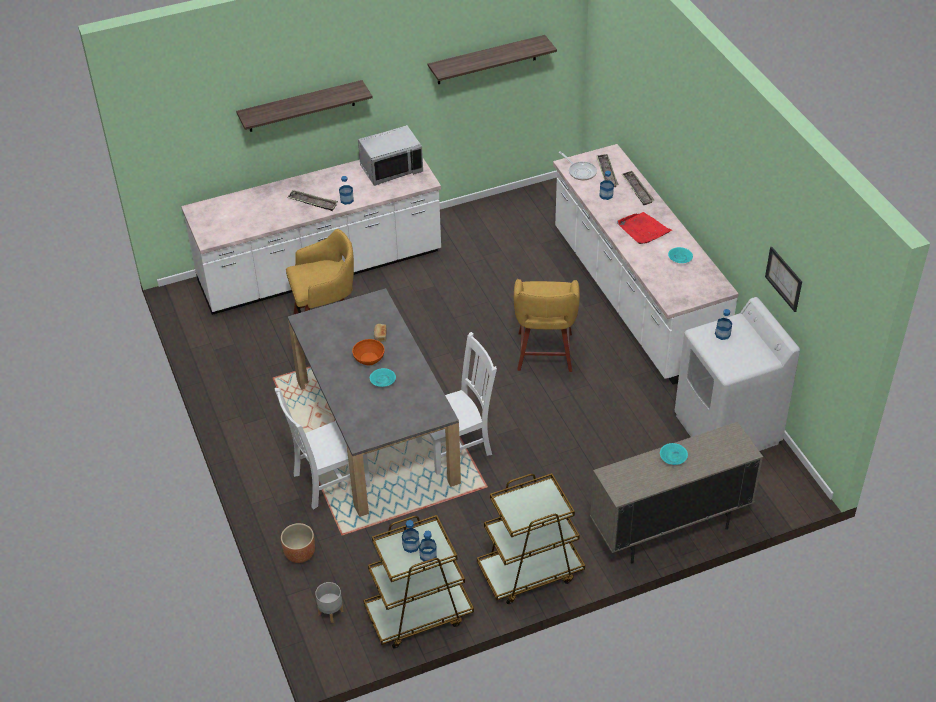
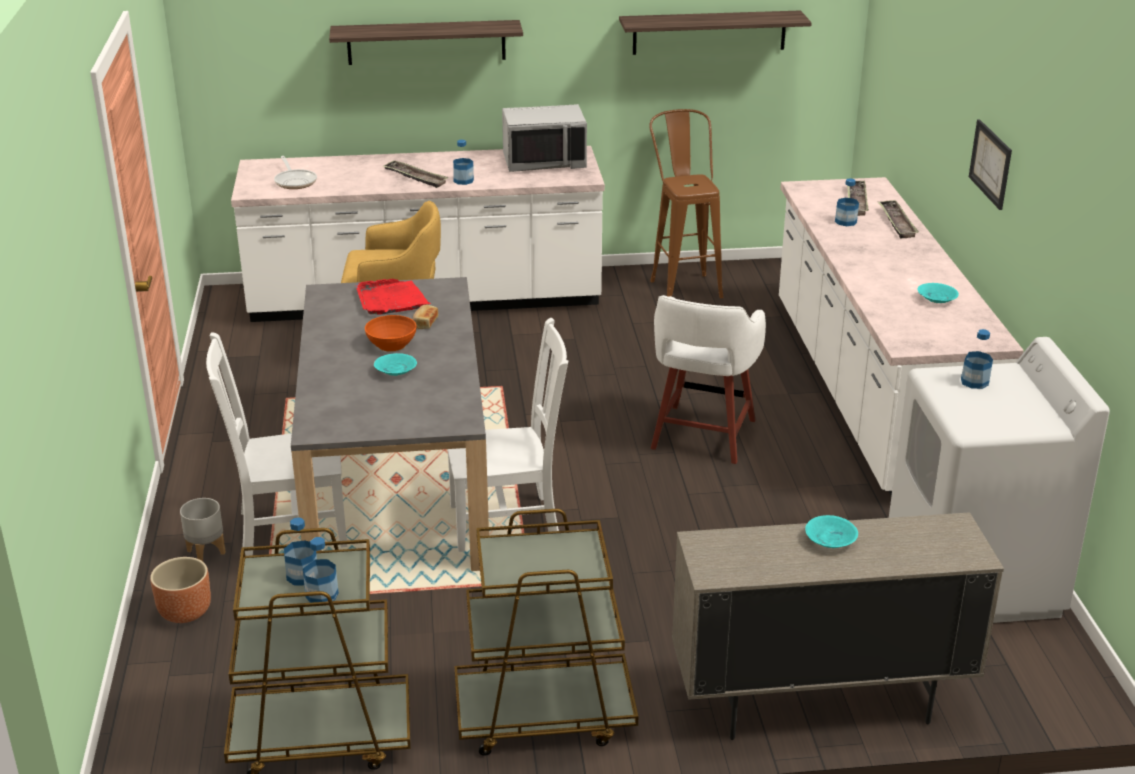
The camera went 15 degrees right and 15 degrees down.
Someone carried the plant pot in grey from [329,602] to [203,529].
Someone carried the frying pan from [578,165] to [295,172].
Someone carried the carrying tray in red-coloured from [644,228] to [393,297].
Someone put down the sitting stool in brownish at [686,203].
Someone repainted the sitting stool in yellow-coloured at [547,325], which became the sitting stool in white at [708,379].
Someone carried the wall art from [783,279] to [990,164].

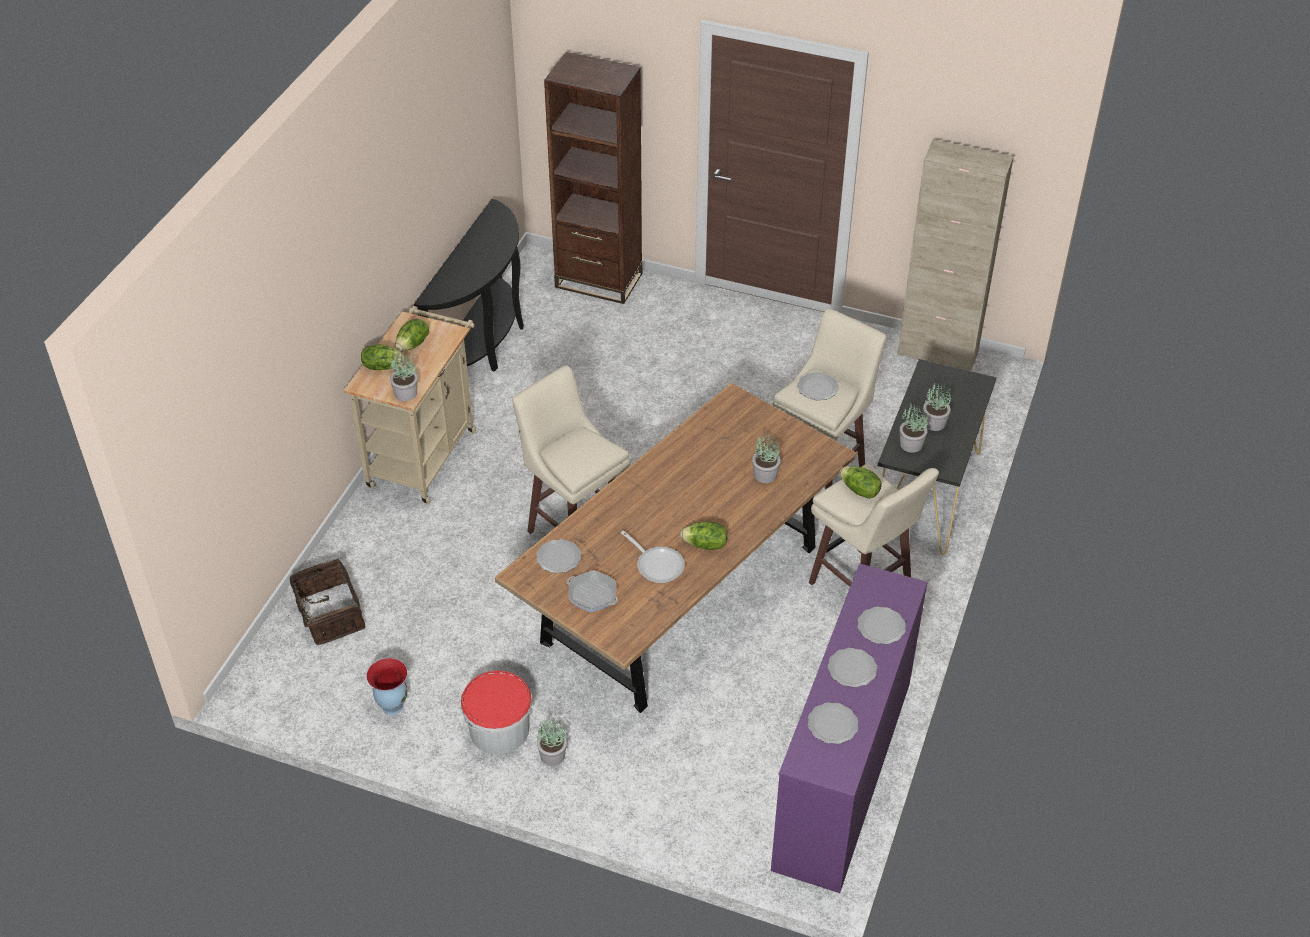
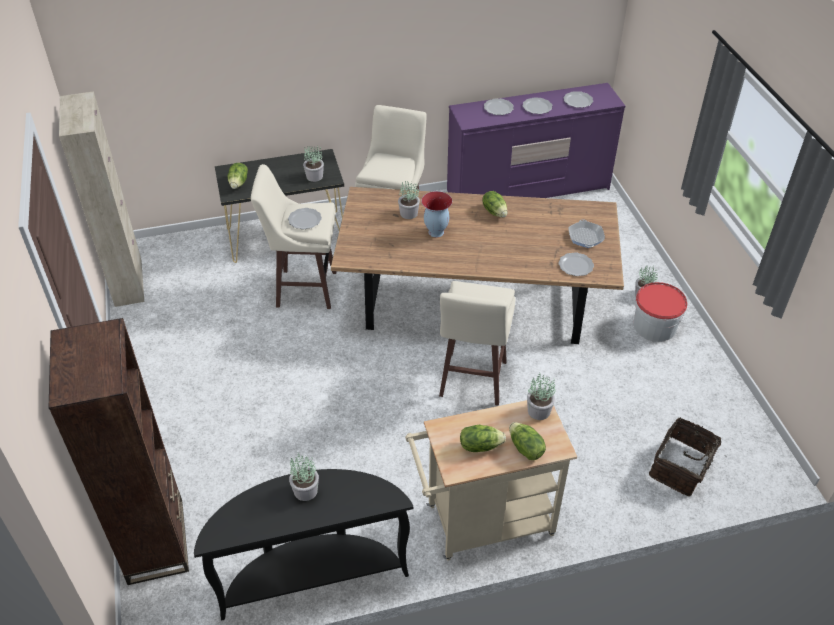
The camera went 125 degrees left and 0 degrees up.
Someone carried the head of lettuce from [860,482] to [238,176].
Someone carried the houseplant from [937,407] to [304,476].
Someone carried the decorative vase from [386,686] to [436,214].
Someone took away the frying pan at [653,557].

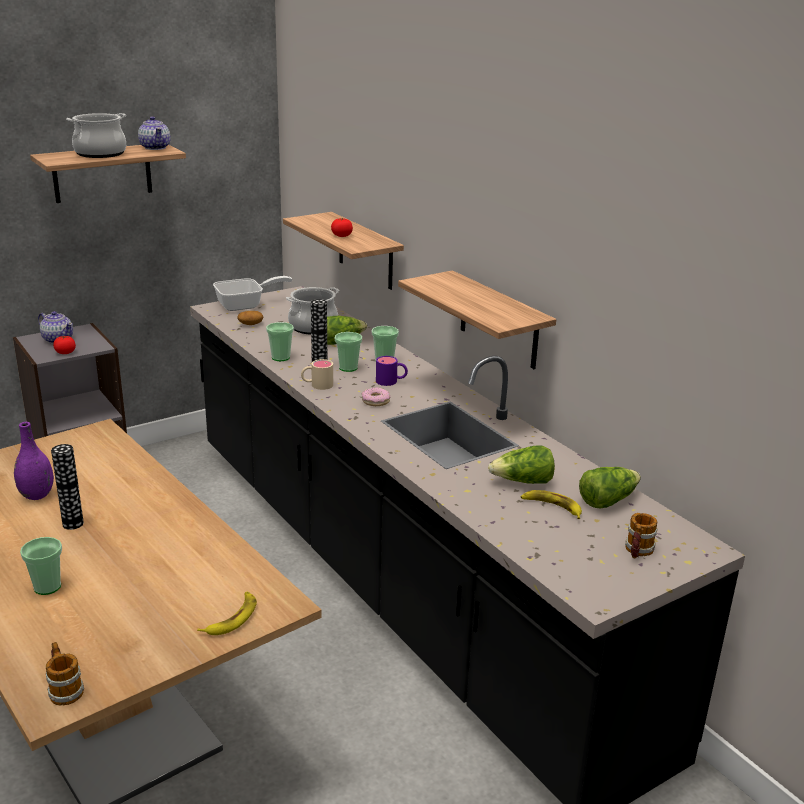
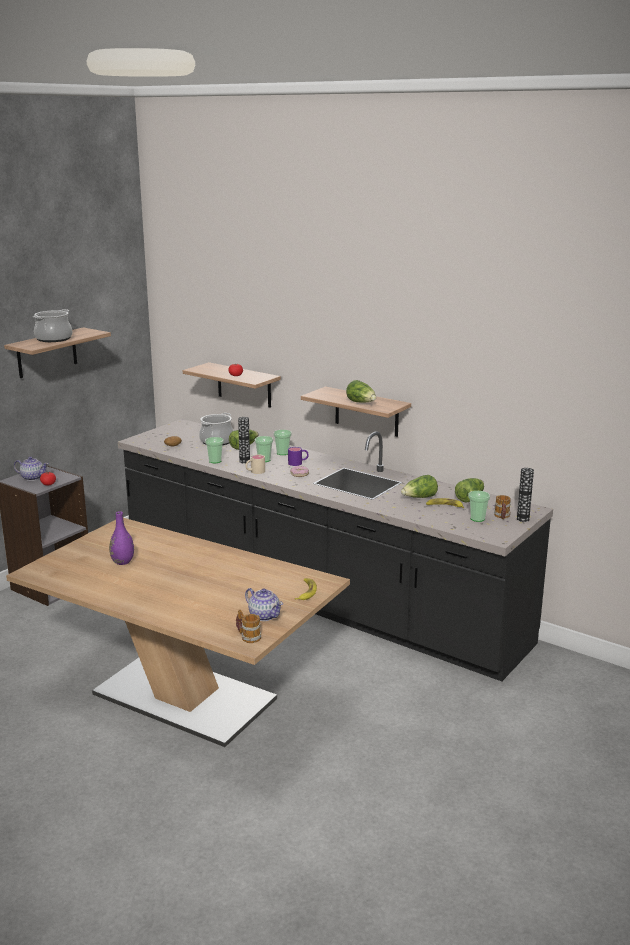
The camera went 20 degrees left and 5 degrees down.
Someone carried the teapot from [154,133] to [264,604].
Someone put down the head of lettuce at [361,391].
Someone carried the cup from [41,566] to [479,506].
Someone carried the decorative vase from [67,487] to [525,495].
Someone took away the frying pan at [252,293].

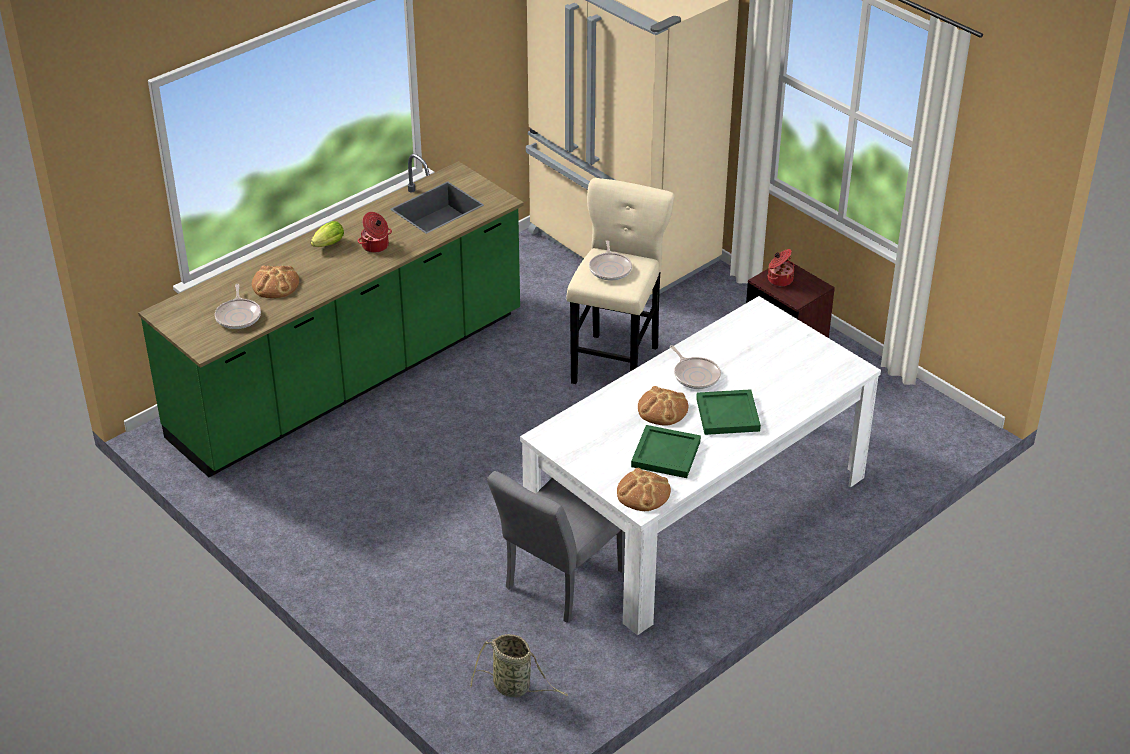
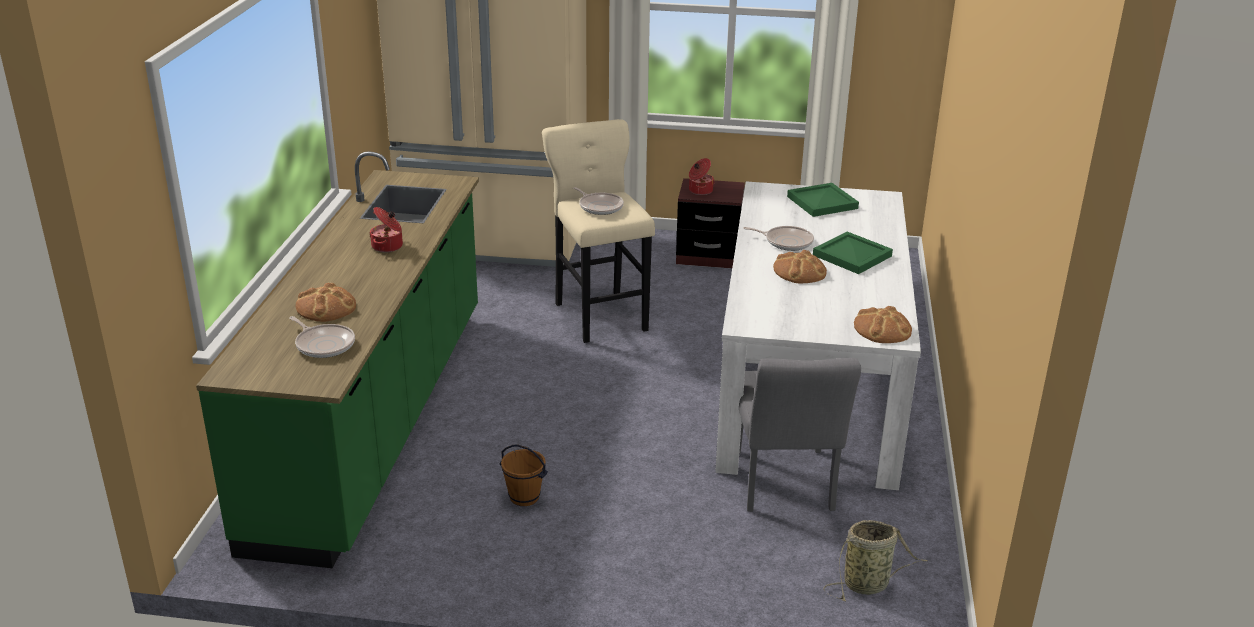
The camera went 40 degrees left and 10 degrees down.
Someone put down the water bucket in brownish at [523,475].
Someone carried the carrying tray in greenish from [666,451] to [823,200].
Someone took away the head of lettuce at [327,234].

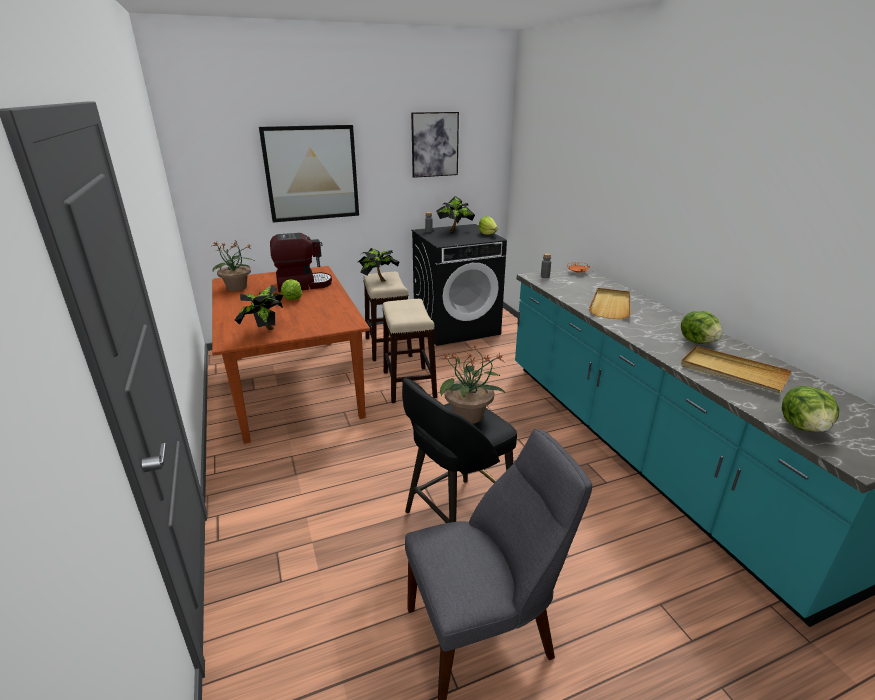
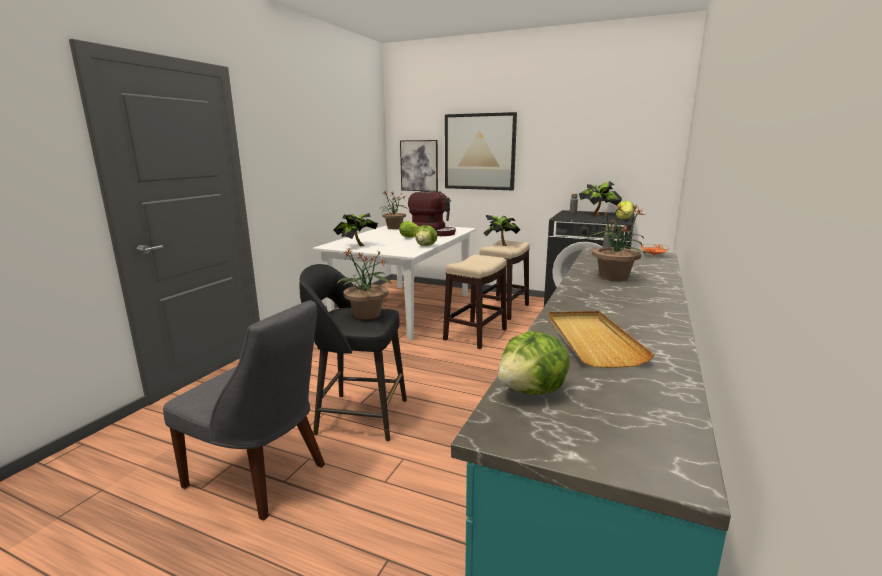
The camera went 45 degrees right and 10 degrees down.
Someone repainted the dining table in brownish at [291,355], which became the dining table in white at [394,283].
Someone carried the wall art from [435,145] to [419,165].
Someone carried the head of lettuce from [702,327] to [426,235].
Someone swapped the carrying tray in beige at [610,303] for the houseplant at [617,242].

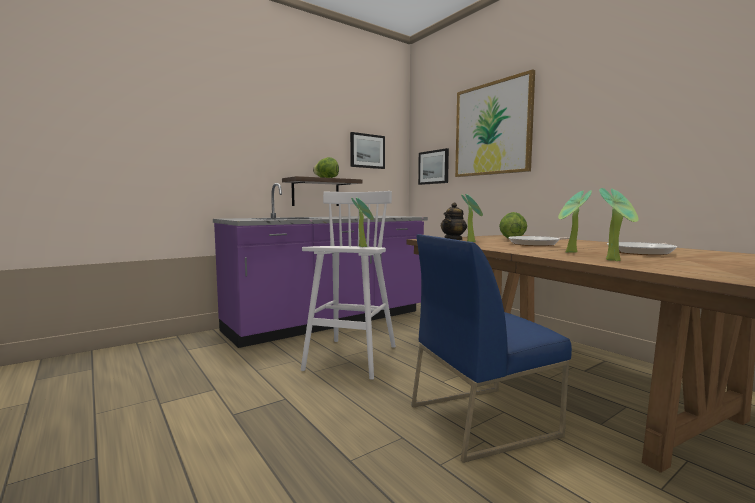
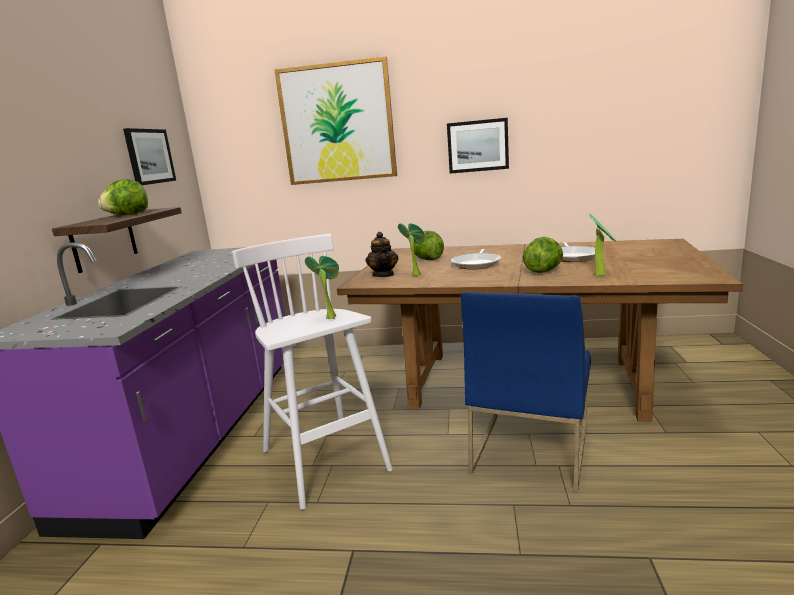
The camera went 45 degrees left and 10 degrees up.
Someone carried the wall art from [433,166] to [478,146].
Someone swapped the houseplant at [575,221] for the head of lettuce at [543,255].

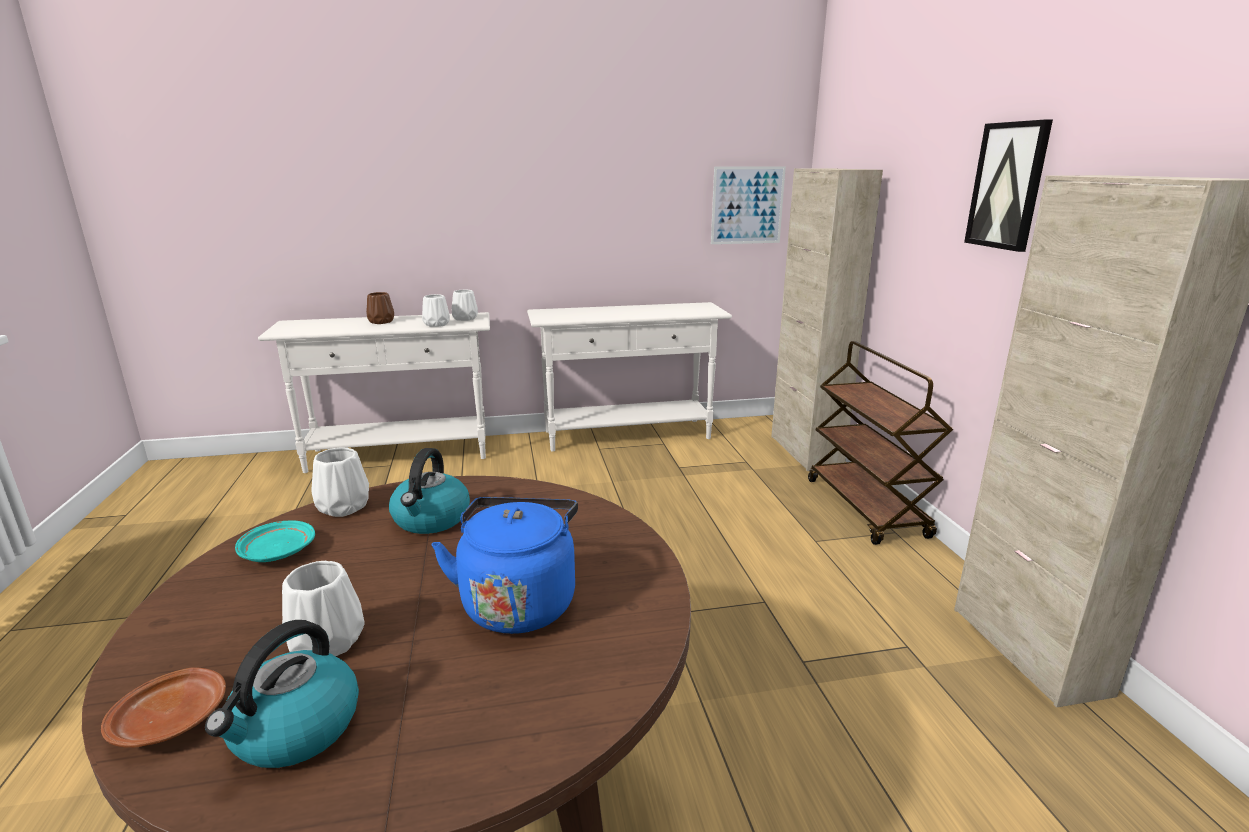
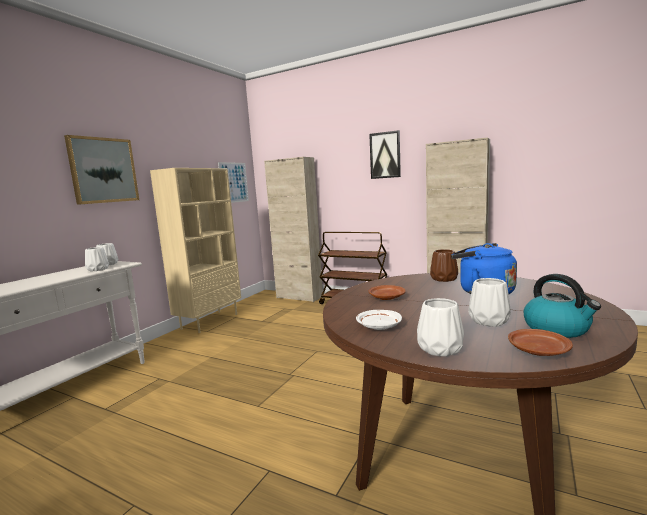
The camera went 50 degrees left and 10 degrees down.
Someone put up the wall art at [101,170].
Someone swapped the narrow table in white at [629,377] for the shelving unit in beige at [195,250].
Someone repainted the dinner plate in blue-green at [275,541], which became the dinner plate in white at [379,320].
Someone swapped the water kettle at [429,491] for the dinner plate in brownish at [387,292].
Someone carried the decorative vase in white from [340,482] to [440,327].
Someone carried the decorative vase in brownish from [380,308] to [444,265].

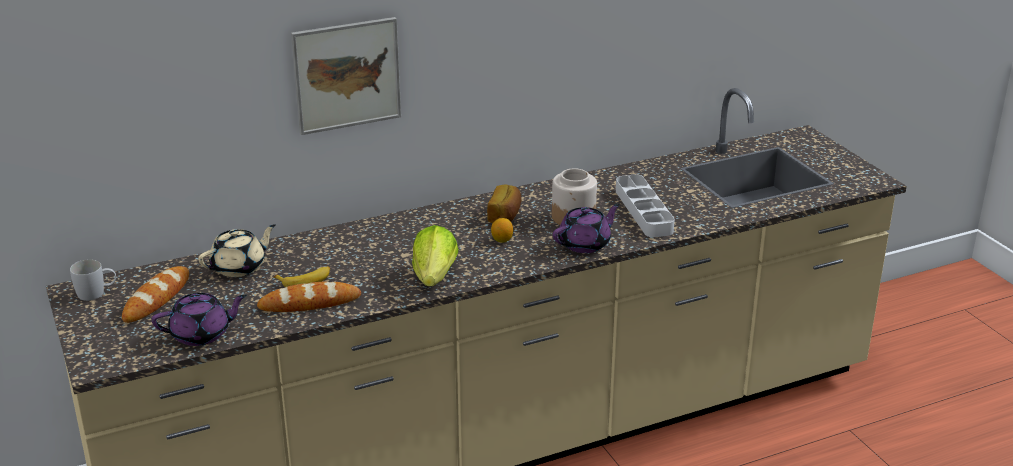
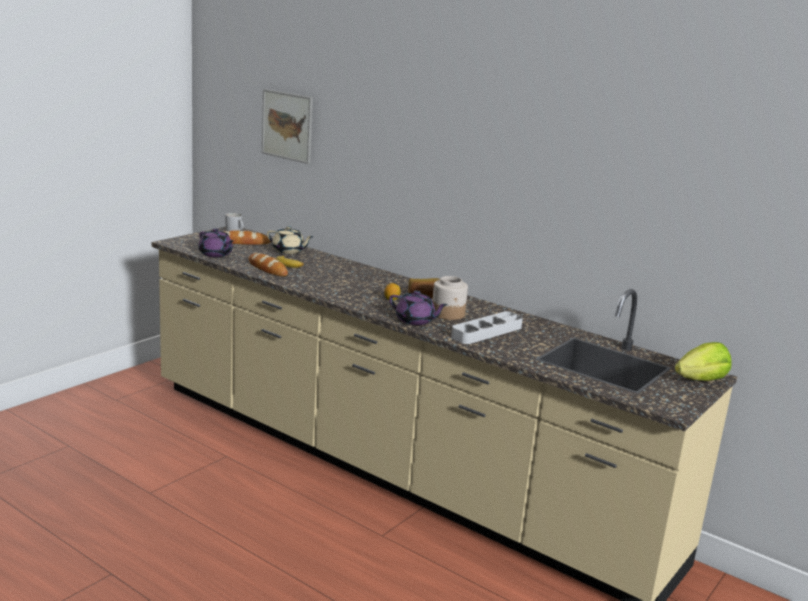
The camera went 60 degrees right and 10 degrees down.
Someone carried the wall art from [346,76] to [287,126].
Someone carried the head of lettuce from [435,255] to [703,361].

